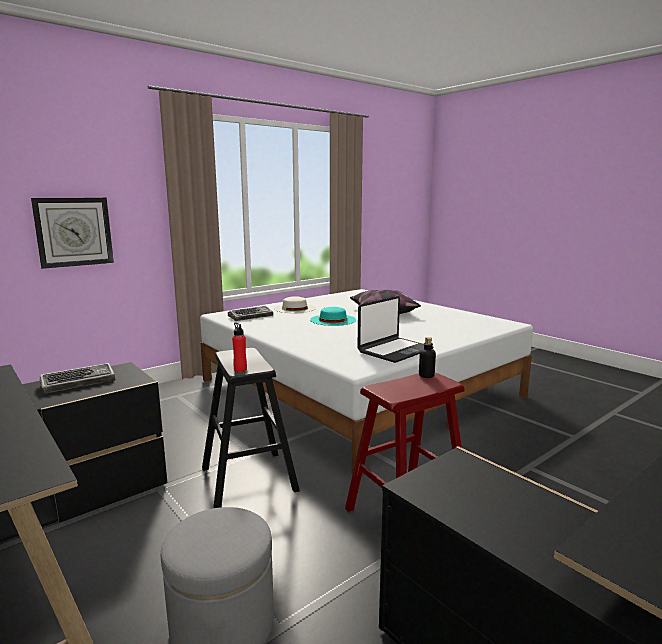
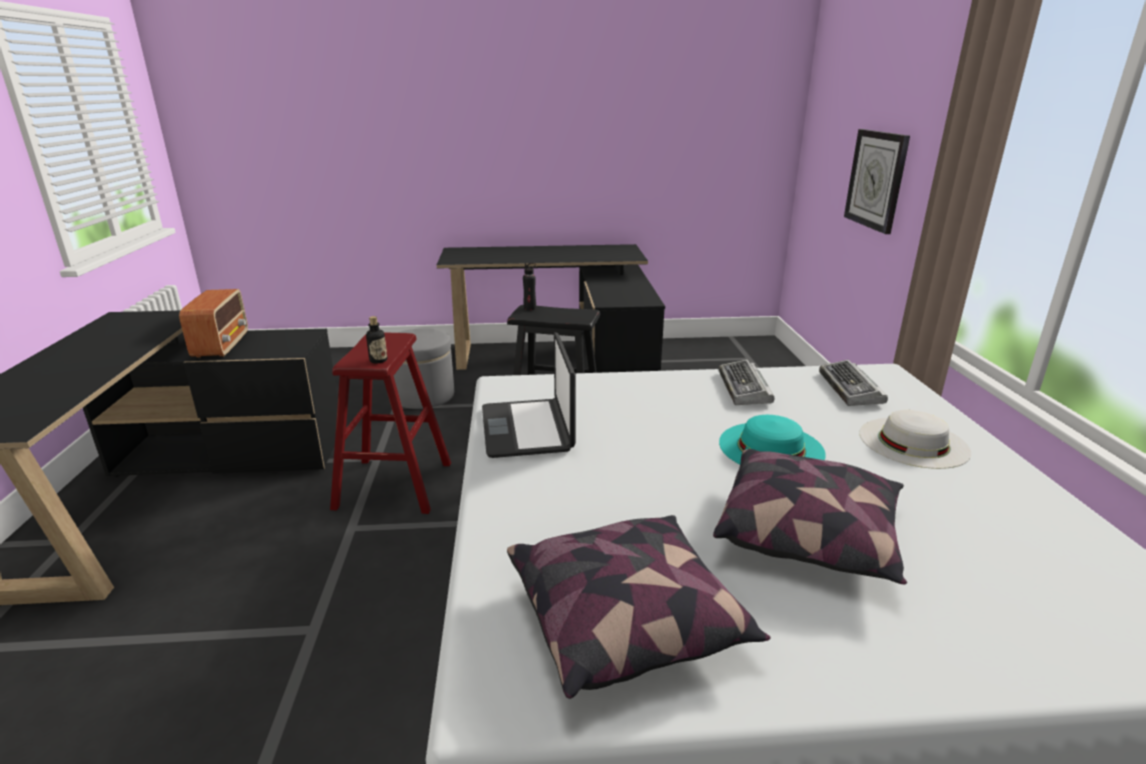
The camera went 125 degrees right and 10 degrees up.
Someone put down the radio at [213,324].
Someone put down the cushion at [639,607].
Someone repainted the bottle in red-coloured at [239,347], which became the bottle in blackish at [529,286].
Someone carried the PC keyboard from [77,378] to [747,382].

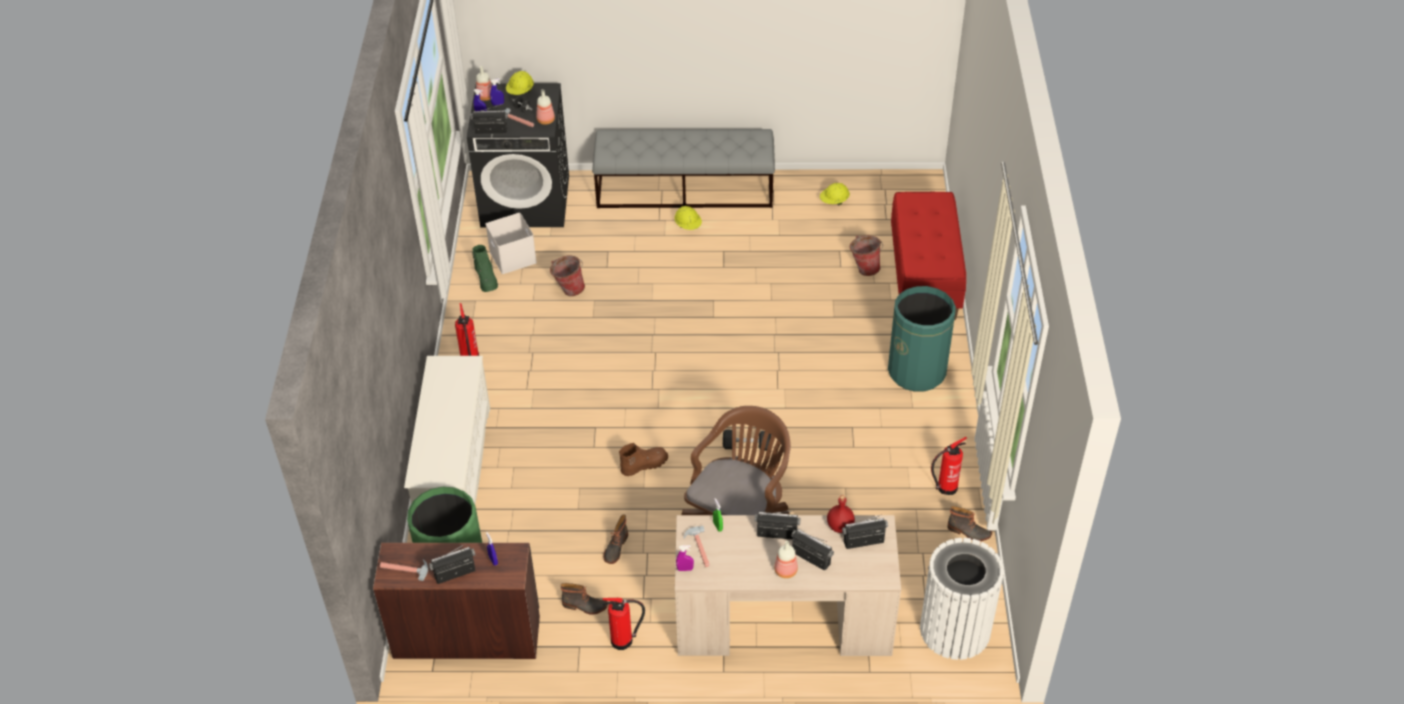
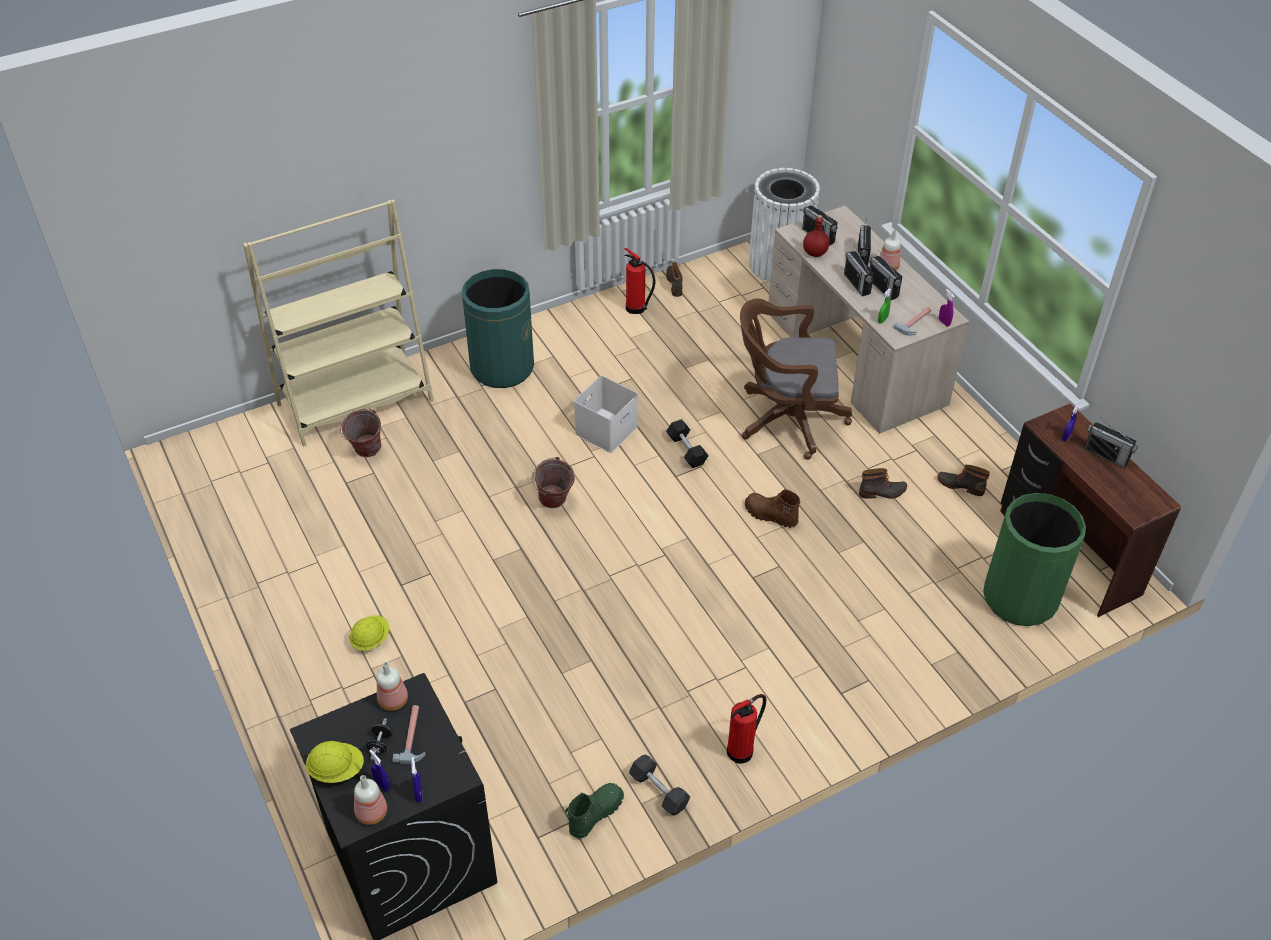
The camera went 120 degrees left and 0 degrees up.
Someone swapped the indoor bench in red-coloured at [928,256] for the shelving unit in beige at [338,323].
Someone carried the water bucket from [567,275] to [553,482].
Someone carried the storage container in white from [511,243] to [606,414].
Someone put down the dumbbell in grey at [659,785].
Someone carried the radio from [489,119] to [885,275].
Someone rotated the boot at [584,599] by 45 degrees counterclockwise.
Someone took away the tool hammer at [404,570].
Someone took away the shoe shelf in white at [447,430].
Someone took away the indoor bench in grey at [683,168].
Someone took away the fire-fighting cylinder at [624,624].
Someone took away the safety helmet in yellow-coloured at [835,194].

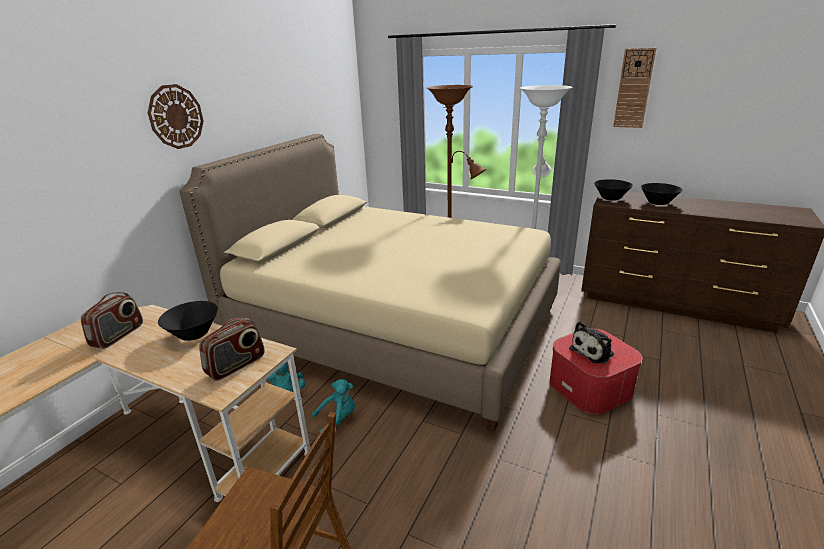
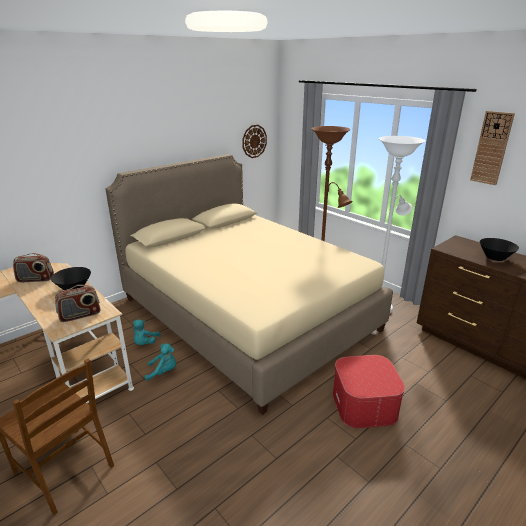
The camera went 20 degrees right and 0 degrees up.
Someone rotated the radio at [112,320] by 45 degrees clockwise.
Someone carried the clock on the wall from [175,116] to [254,141].
Someone took away the plush toy at [591,342].
Someone took away the serving bowl in blackish at [613,190].

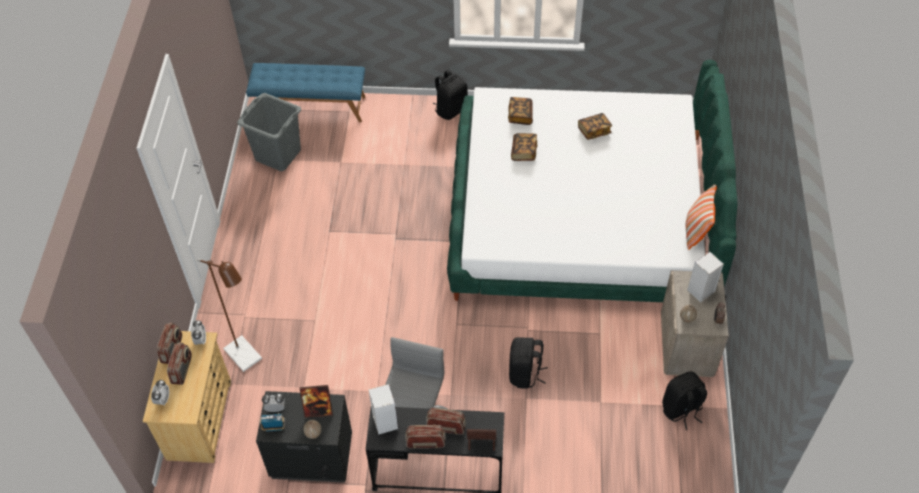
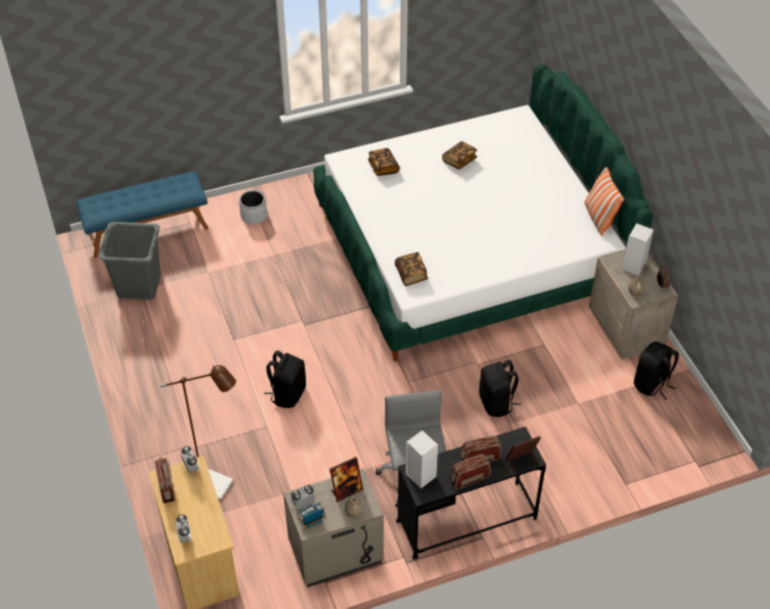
The camera went 25 degrees left and 5 degrees down.
Someone put down the plant pot in grey at [253,207].
Someone carried the backpack in blackish from [450,94] to [285,379].
Someone repainted the nightstand in blackish at [304,437], which became the nightstand in beige at [333,528].
Someone carried the book from [524,147] to [411,269].
Someone took away the radio at [179,364].

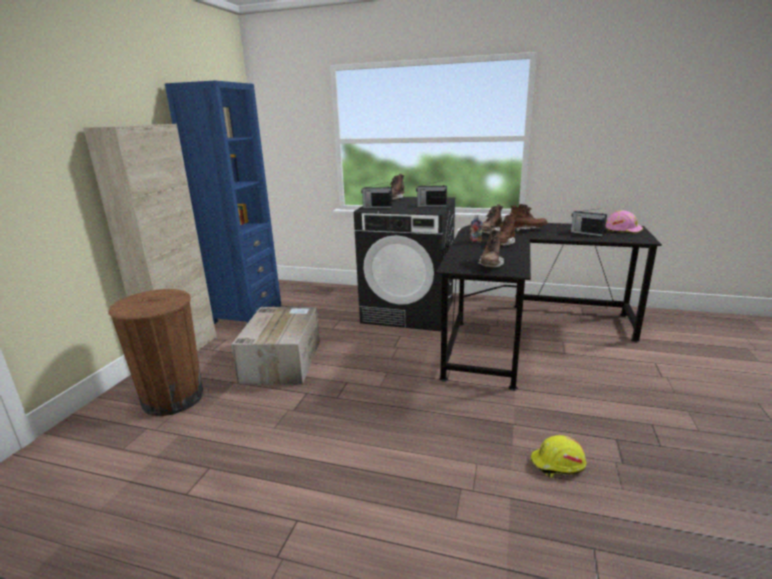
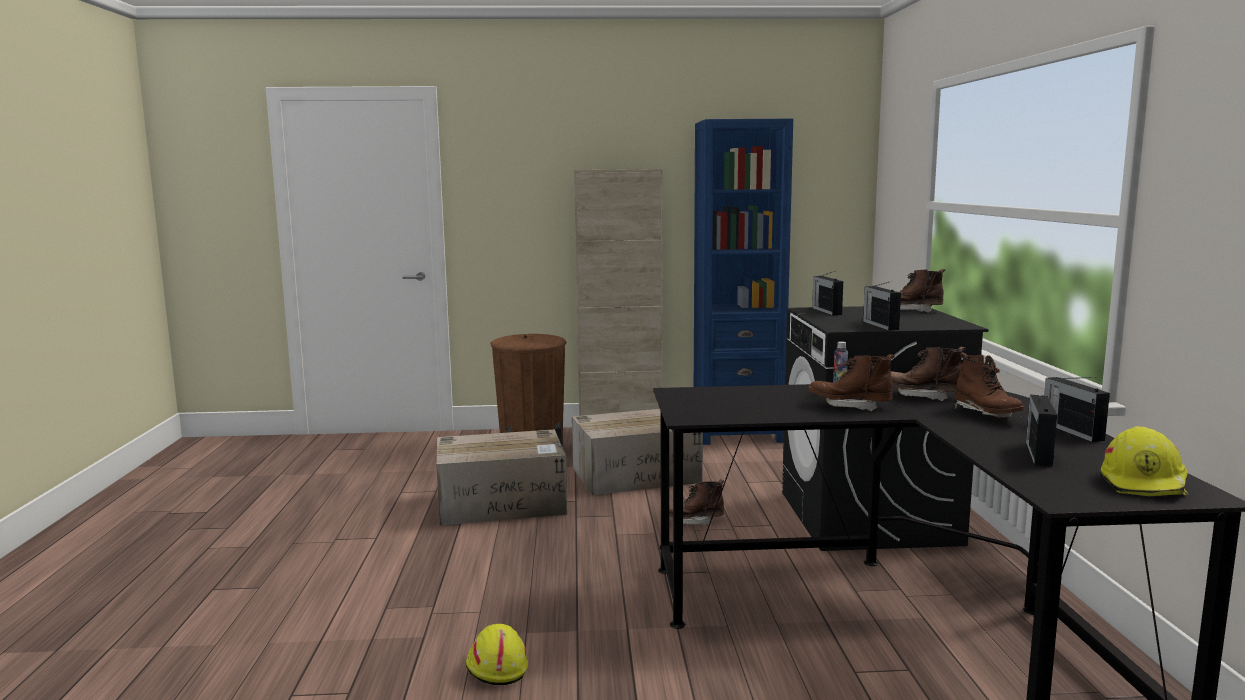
The camera went 70 degrees right and 10 degrees down.
Someone put down the packing box at [502,477].
Someone carried the boot in brownish from [491,248] to [696,502].
Someone put down the radio at [1077,409].
Someone repainted the safety helmet in pinkish at [624,222], which became the safety helmet in yellow-coloured at [1145,461].

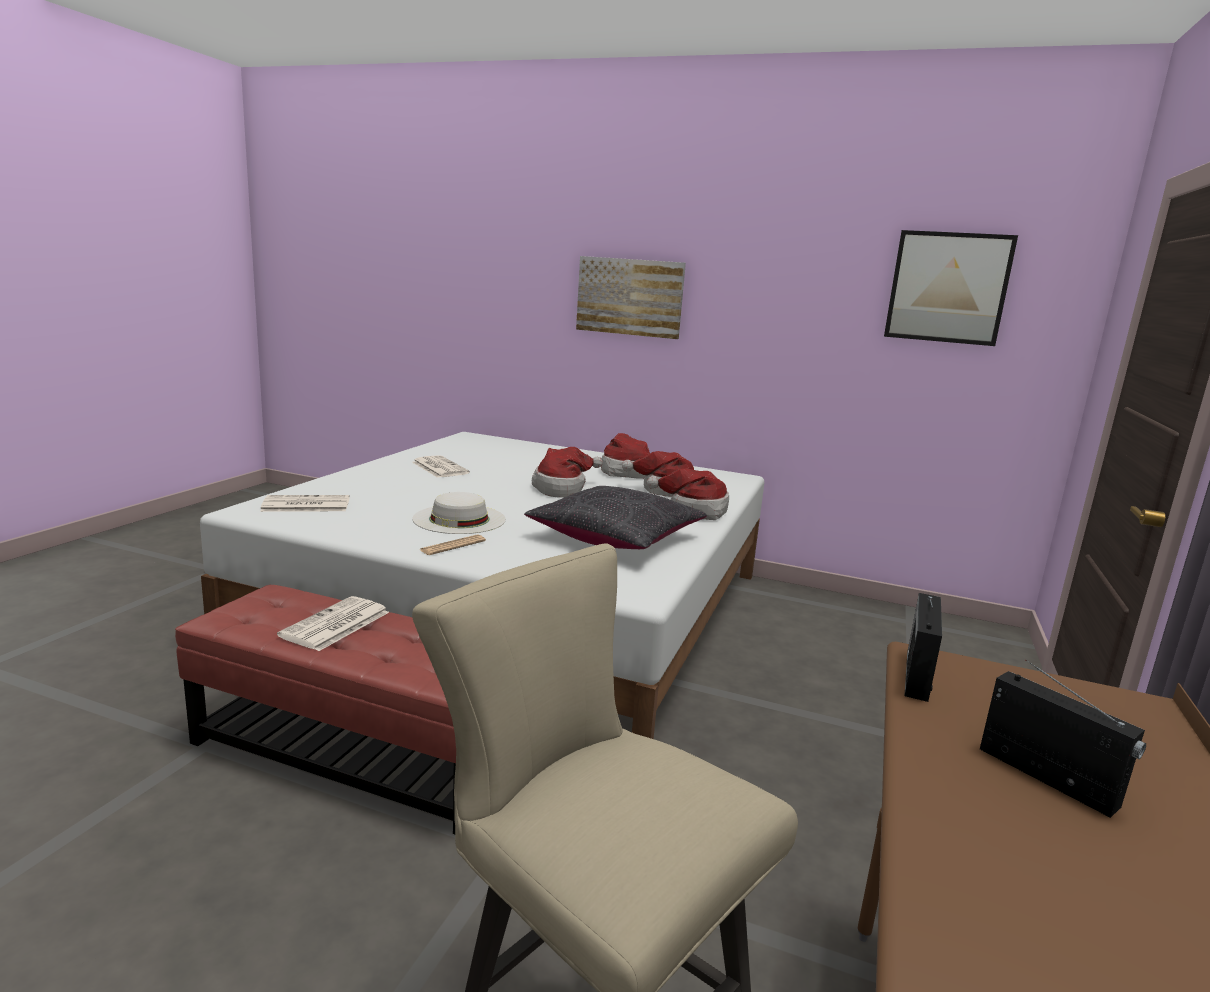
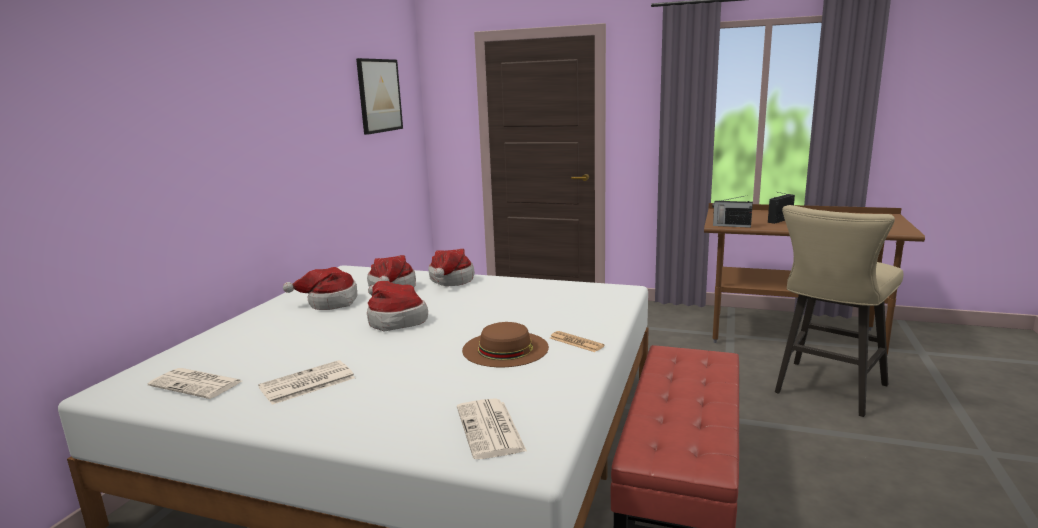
The camera went 90 degrees left and 0 degrees up.
Someone carried the printed paper from [333,623] to [195,383].
Someone repainted the wearable hat in white at [459,513], which became the wearable hat in brownish at [505,344].
Someone took away the cushion in blackish at [615,517].
Someone took away the wall art at [631,297].

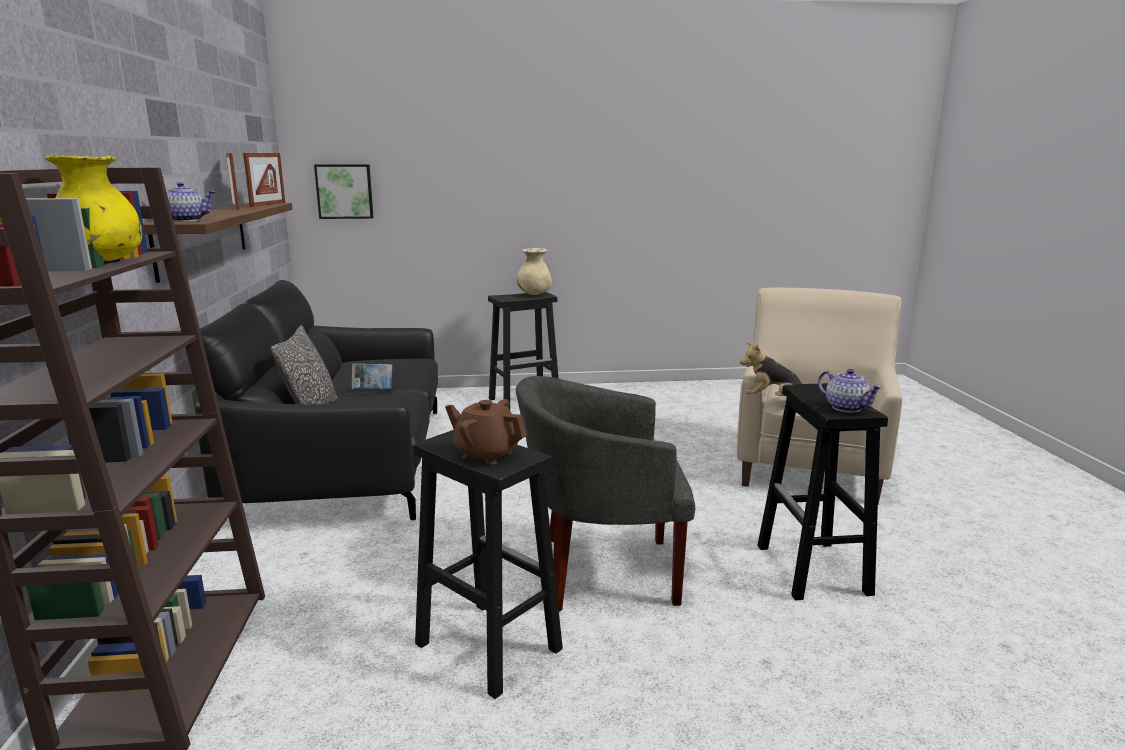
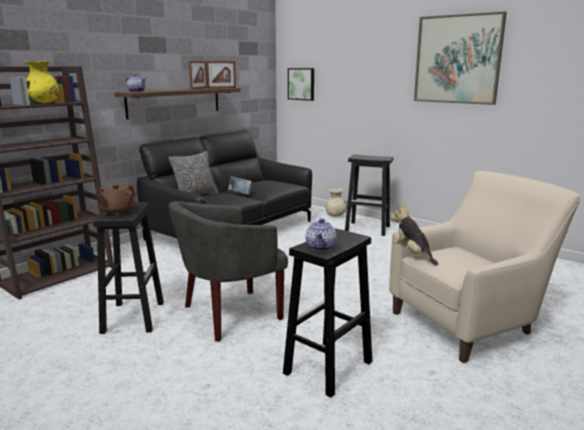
The camera went 45 degrees right and 0 degrees up.
Someone rotated the teapot in brownish at [486,431] by 135 degrees counterclockwise.
Someone rotated the lounge chair in grey at [605,494] by 75 degrees counterclockwise.
Someone carried the decorative vase in beige from [534,271] to [335,202].
Someone put up the wall art at [460,58].

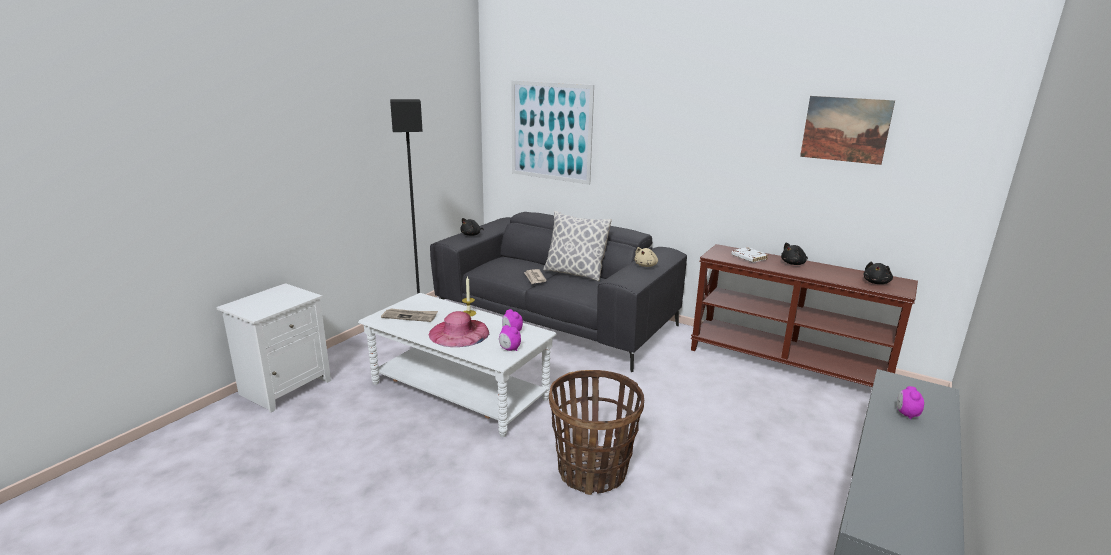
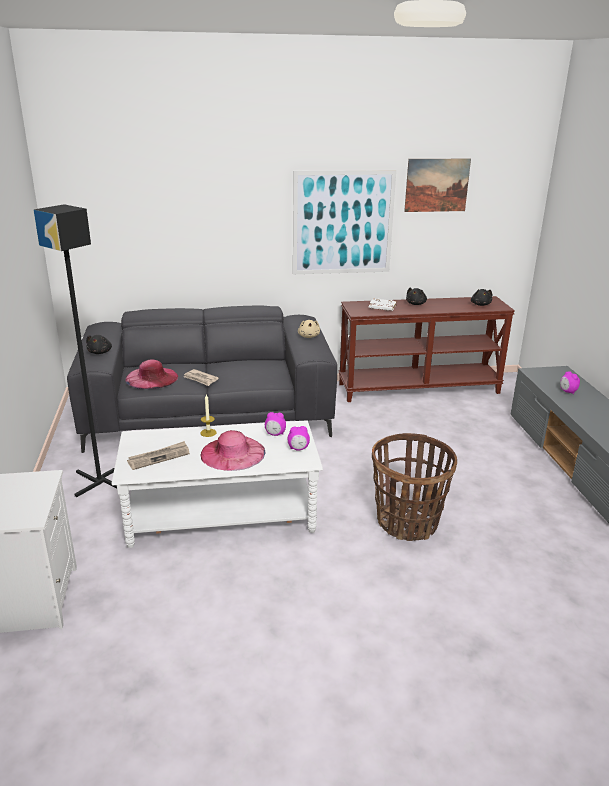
The camera went 40 degrees left and 5 degrees up.
Someone put down the wearable hat in pinkish at [152,374].
Someone carried the wall art from [552,132] to [344,222].
Someone took away the cushion at [577,246].

